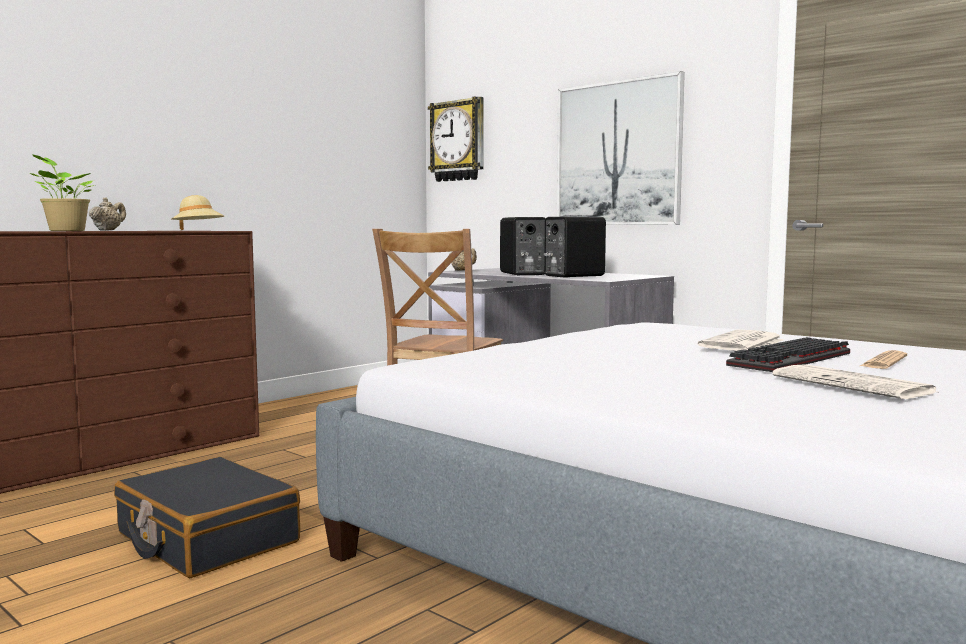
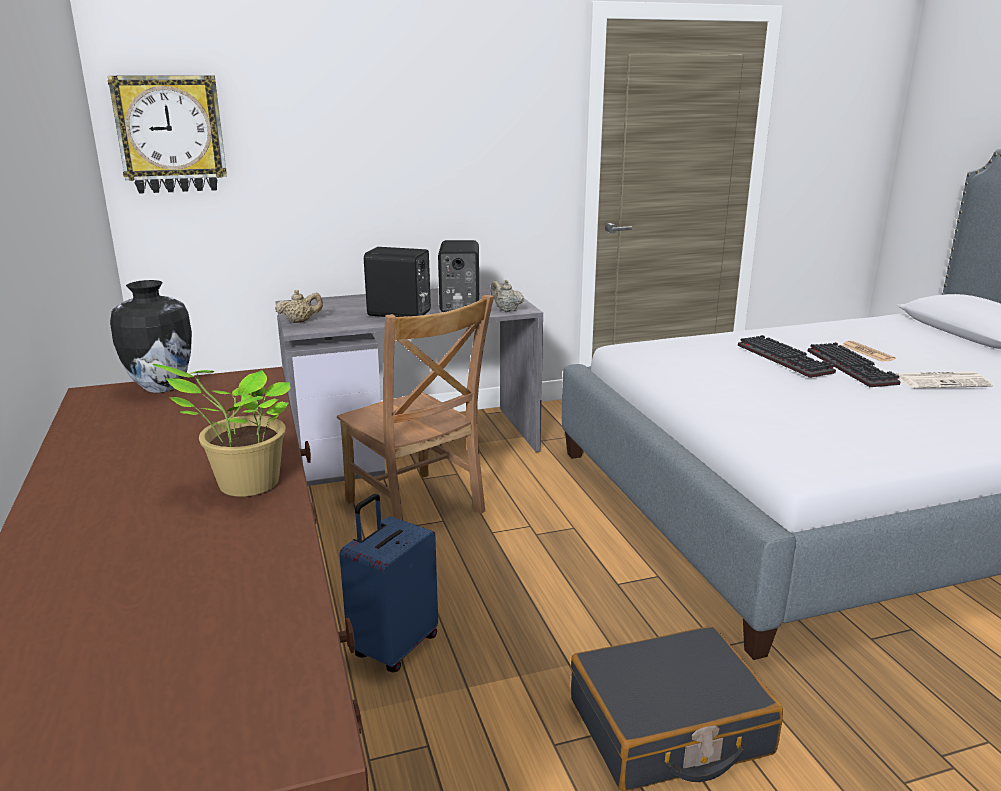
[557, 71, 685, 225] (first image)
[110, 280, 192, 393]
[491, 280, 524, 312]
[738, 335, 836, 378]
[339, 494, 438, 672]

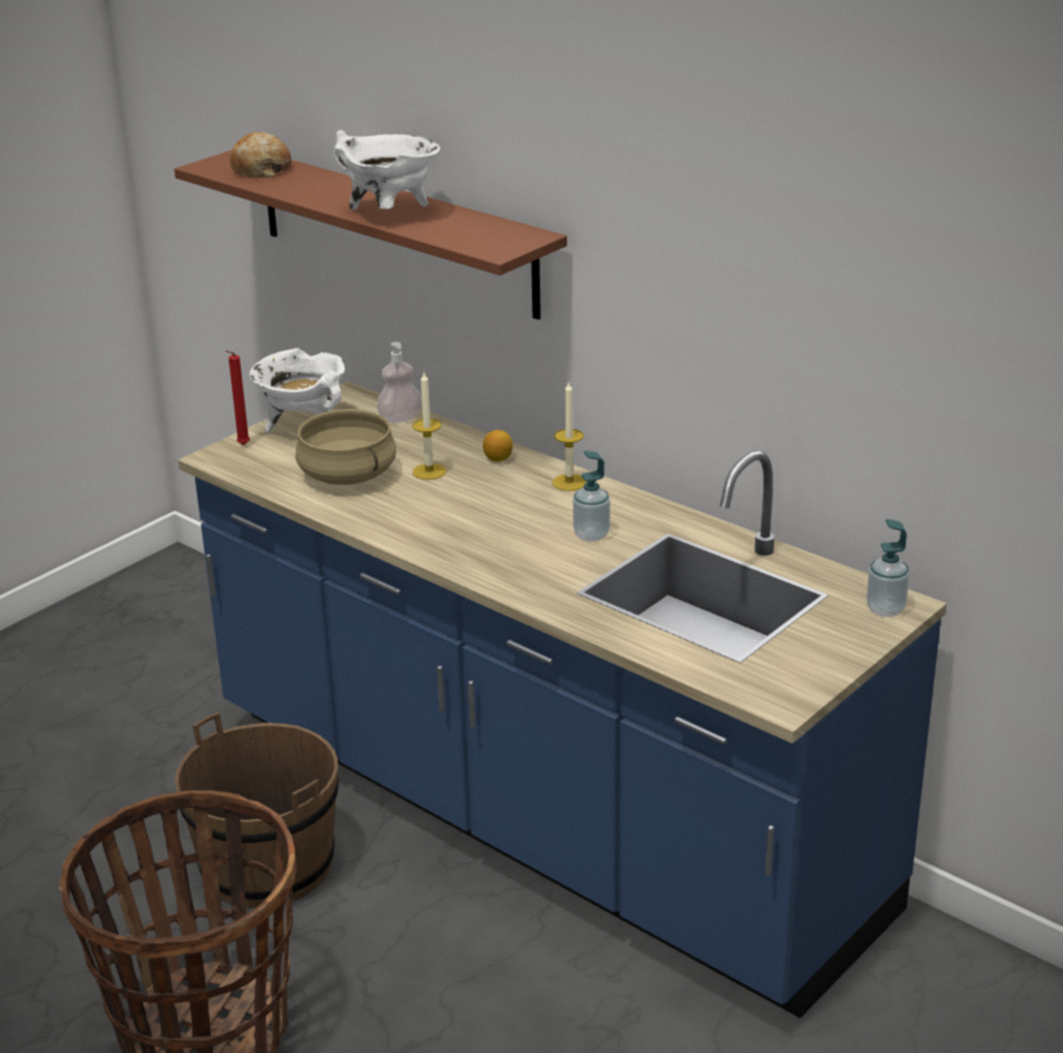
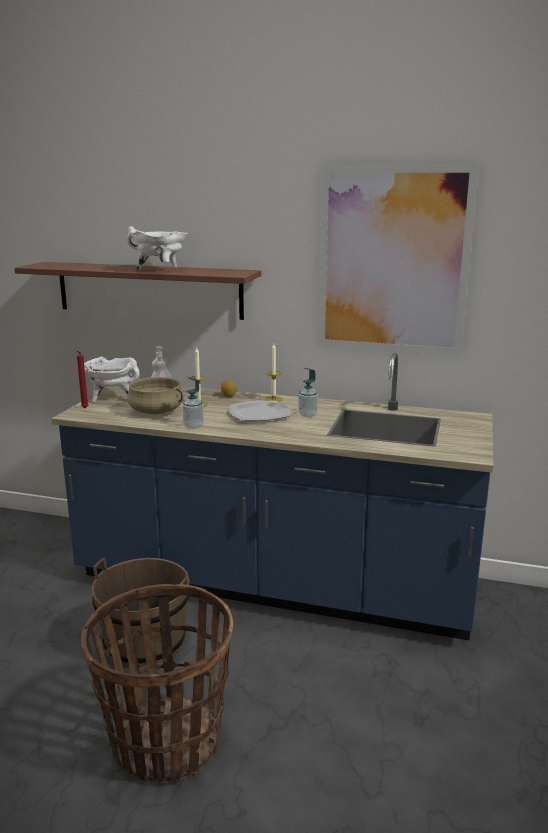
[229, 132, 291, 178] (first image)
[183, 377, 204, 429]
[317, 164, 479, 356]
[229, 401, 290, 421]

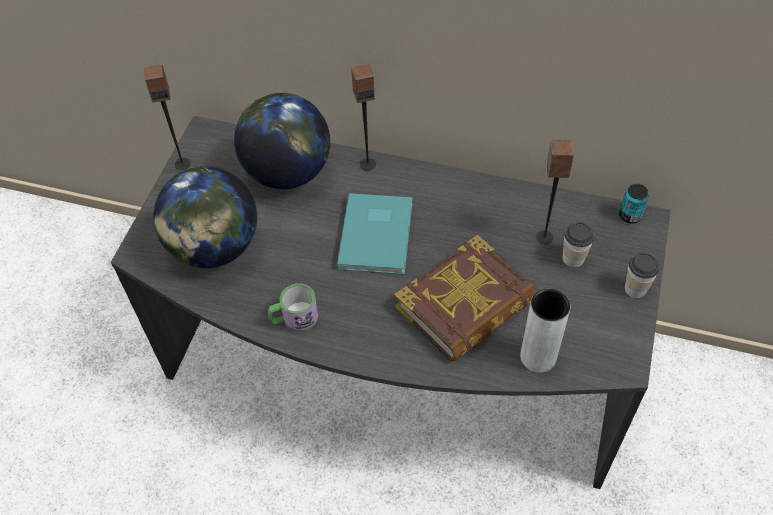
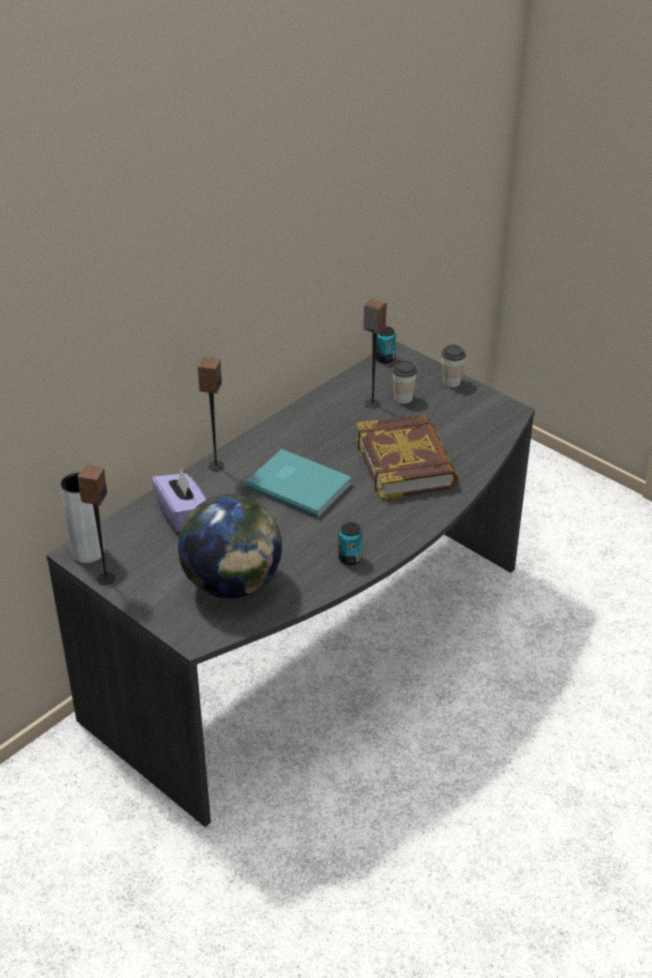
[151, 468, 207, 532]
[338, 522, 363, 565]
[60, 472, 105, 563]

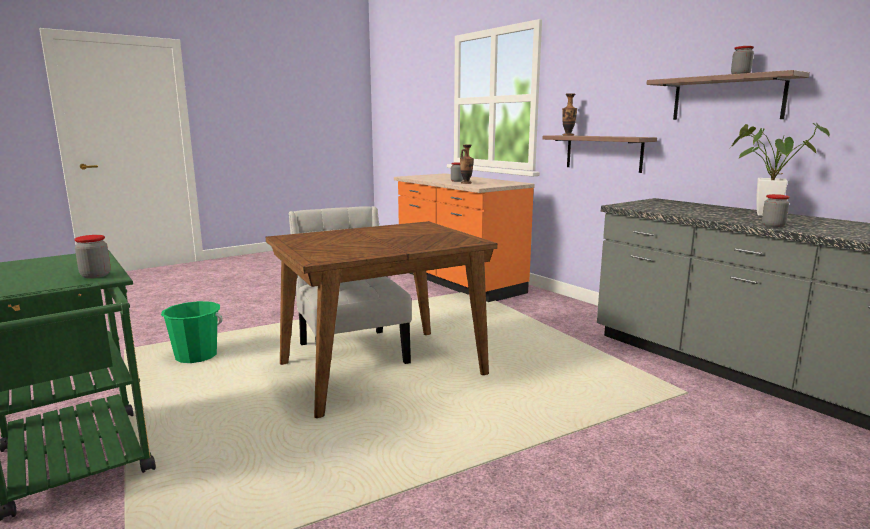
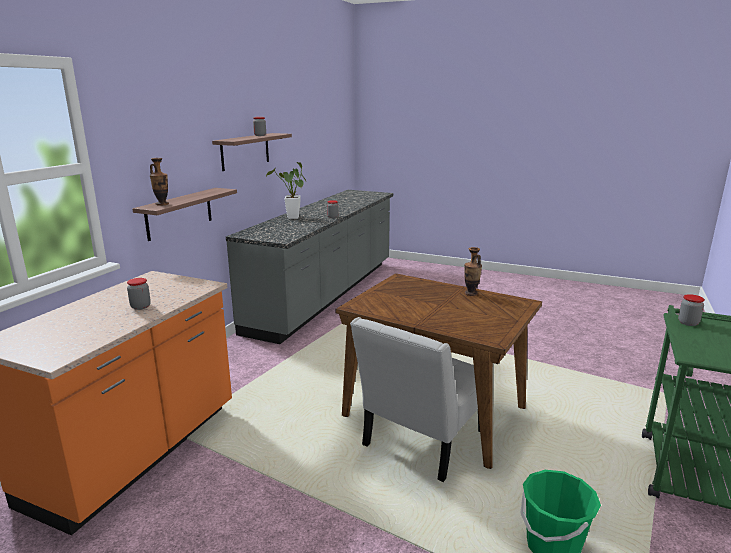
[464, 247, 482, 296]

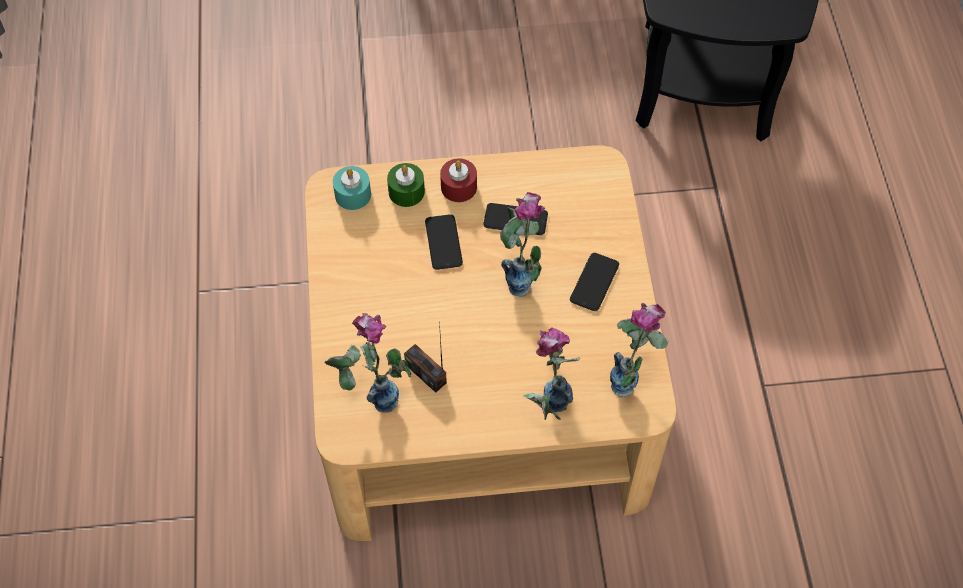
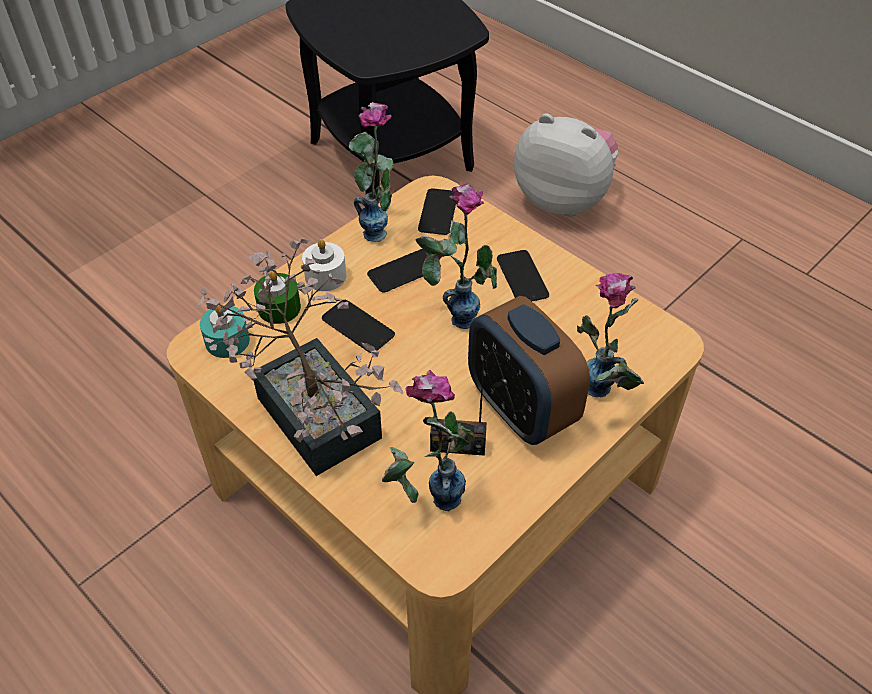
[302, 239, 346, 291]
[349, 102, 394, 242]
[514, 113, 618, 217]
[418, 188, 456, 235]
[196, 238, 404, 476]
[468, 296, 590, 445]

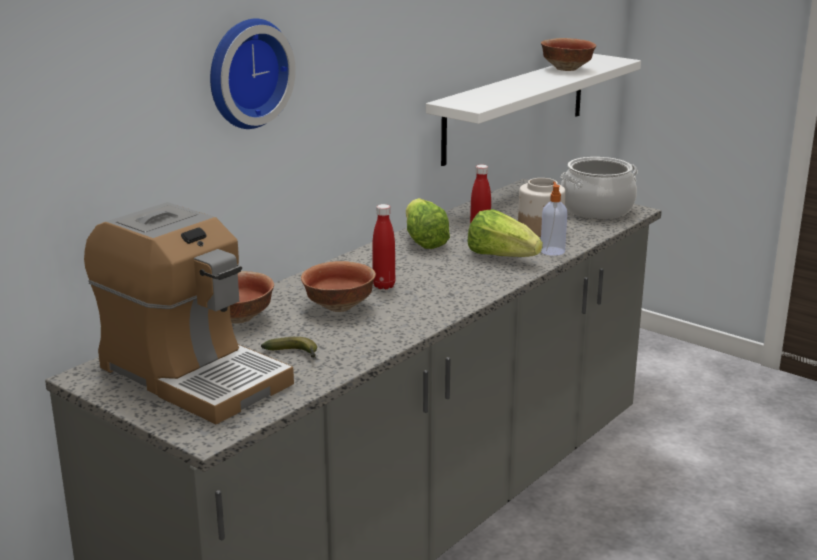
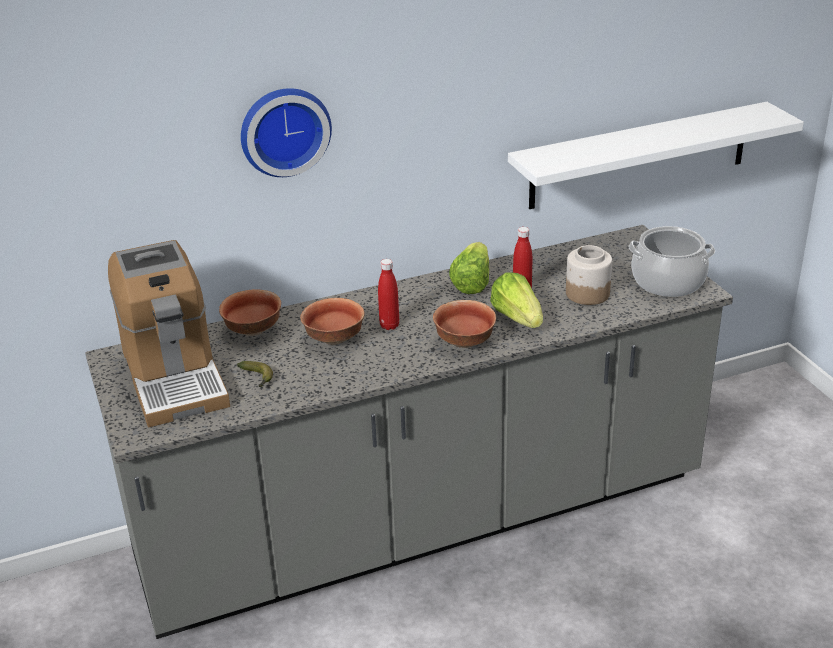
[433, 300, 496, 348]
[541, 182, 567, 256] (first image)

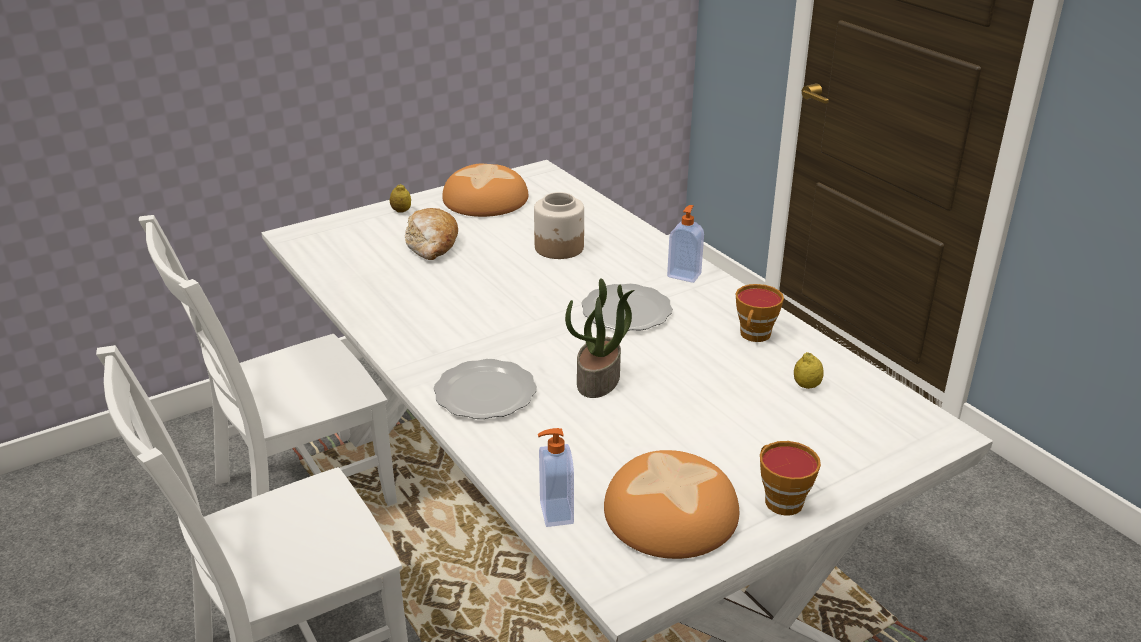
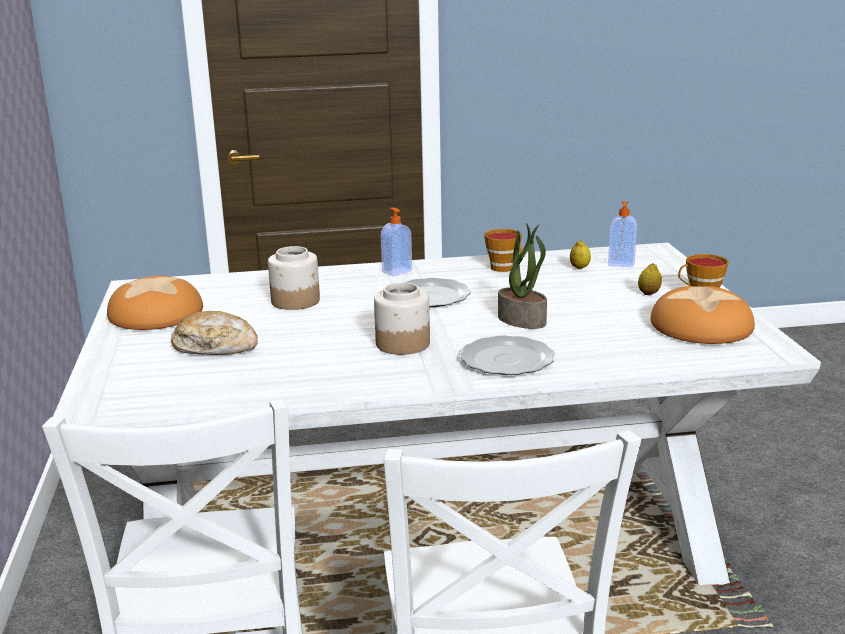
[638, 263, 662, 295]
[608, 201, 637, 267]
[374, 282, 430, 355]

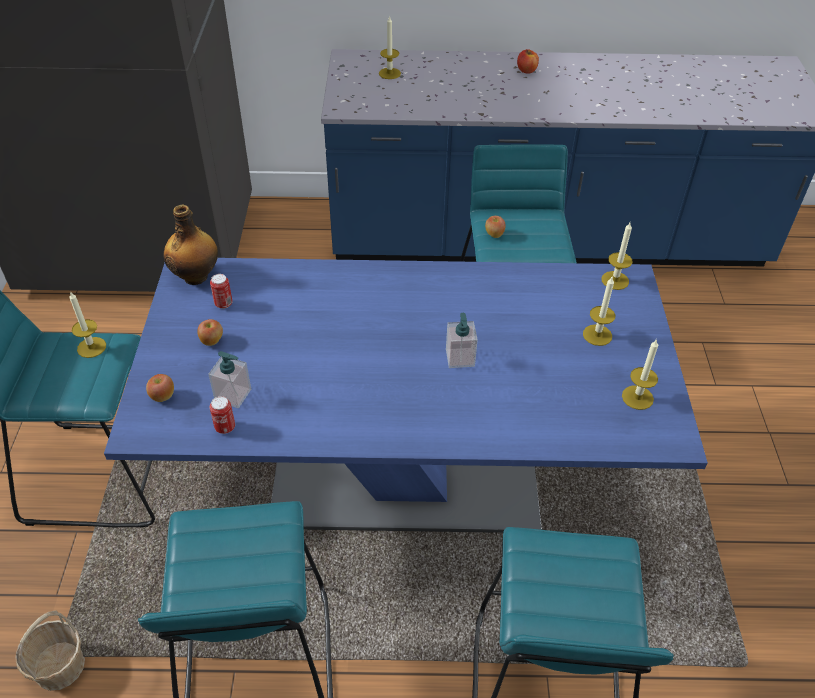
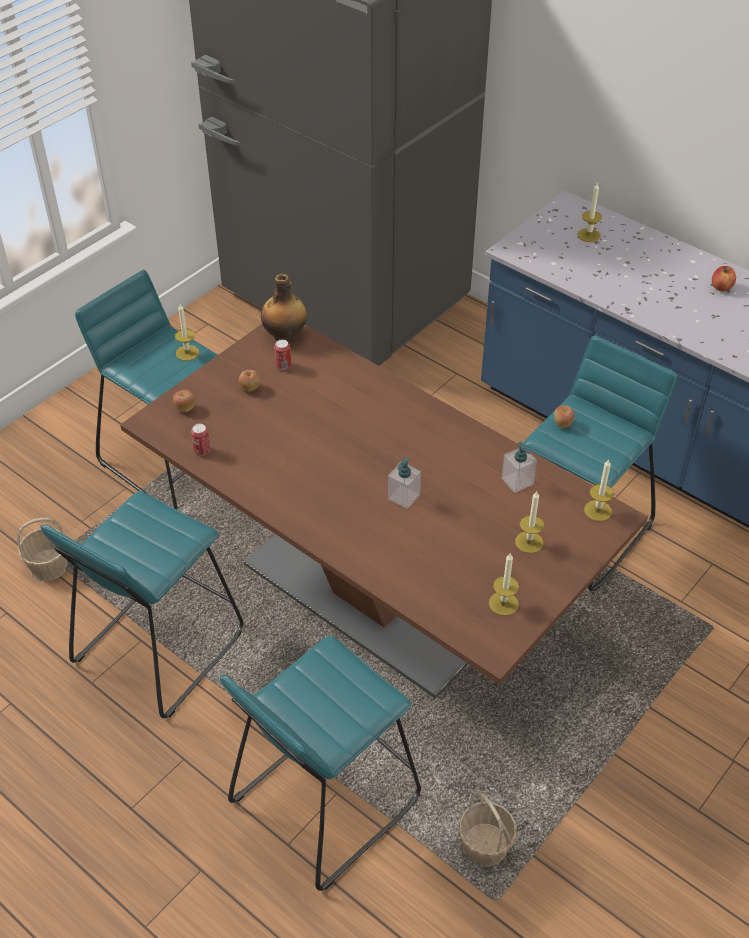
[120, 324, 648, 699]
[502, 442, 537, 493]
[458, 791, 517, 866]

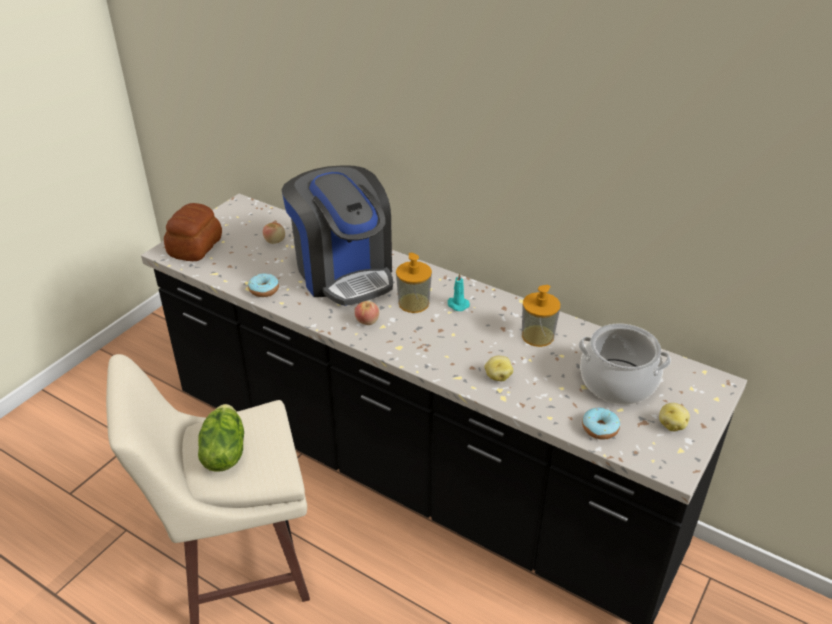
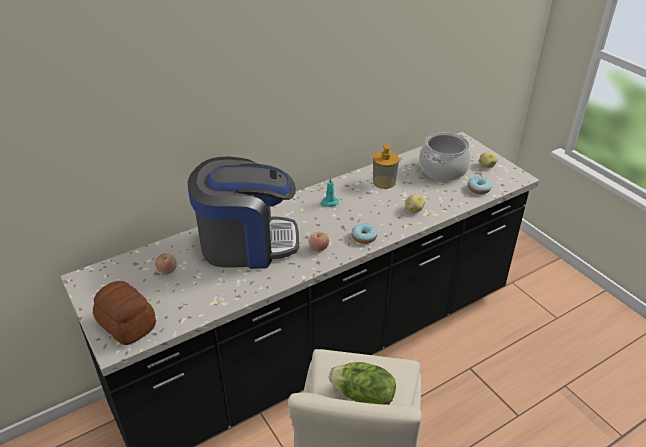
[396, 253, 432, 313] (first image)
[352, 223, 377, 244]

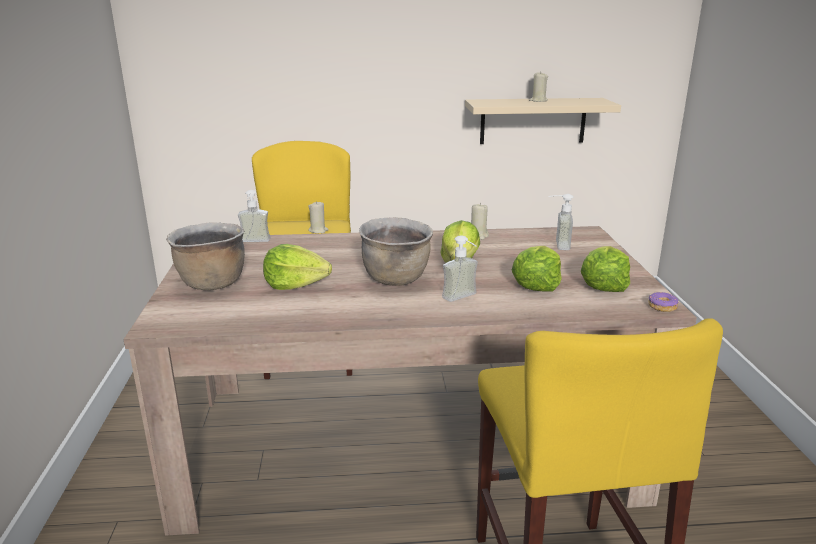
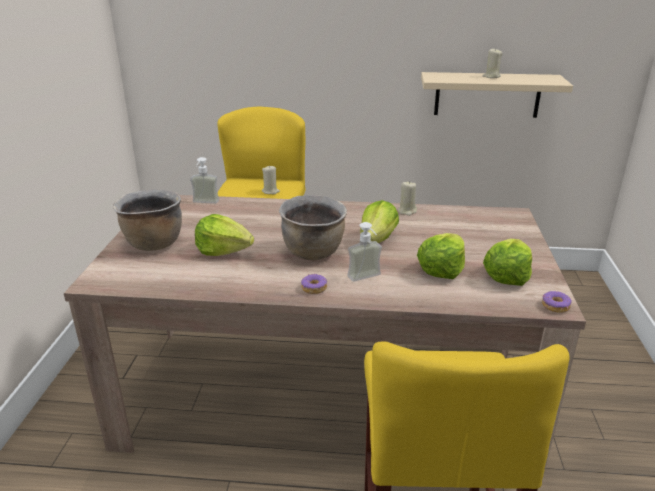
[549, 194, 573, 250] (first image)
[301, 274, 327, 294]

